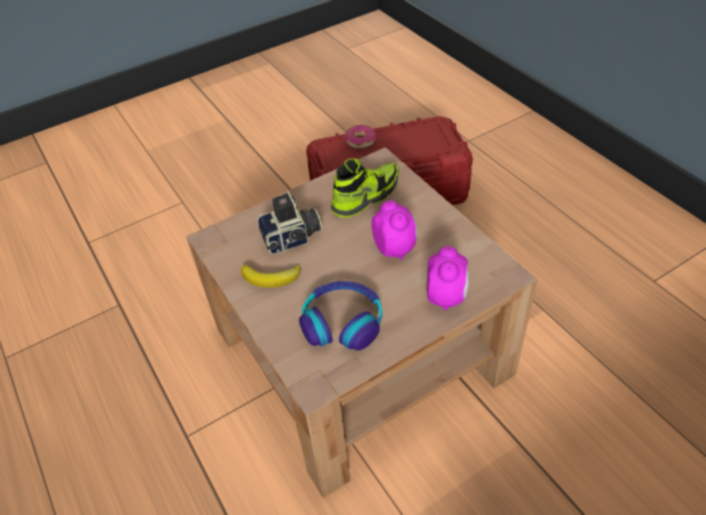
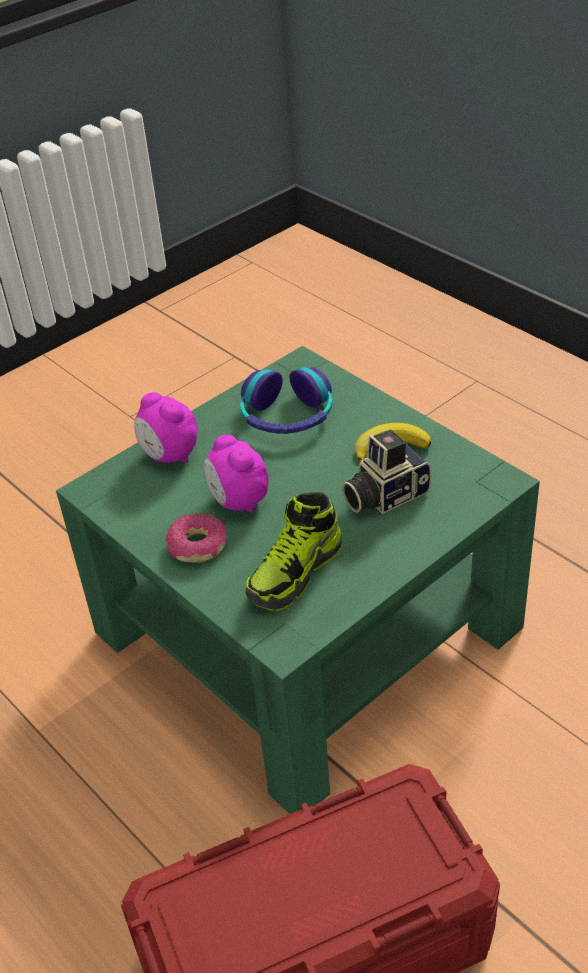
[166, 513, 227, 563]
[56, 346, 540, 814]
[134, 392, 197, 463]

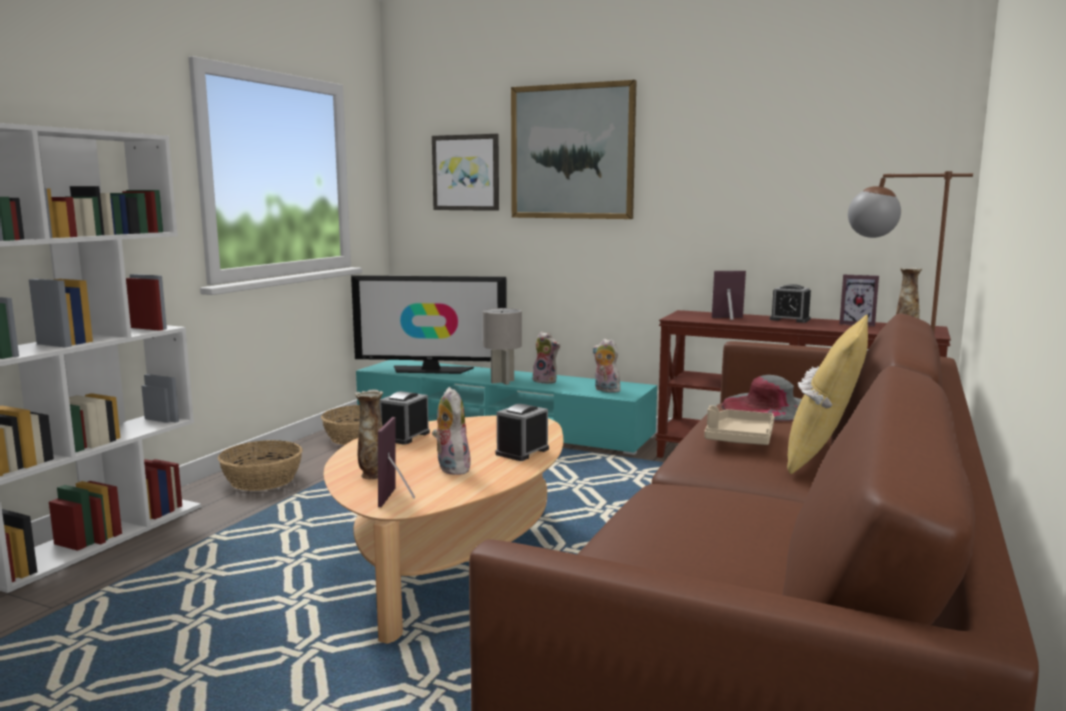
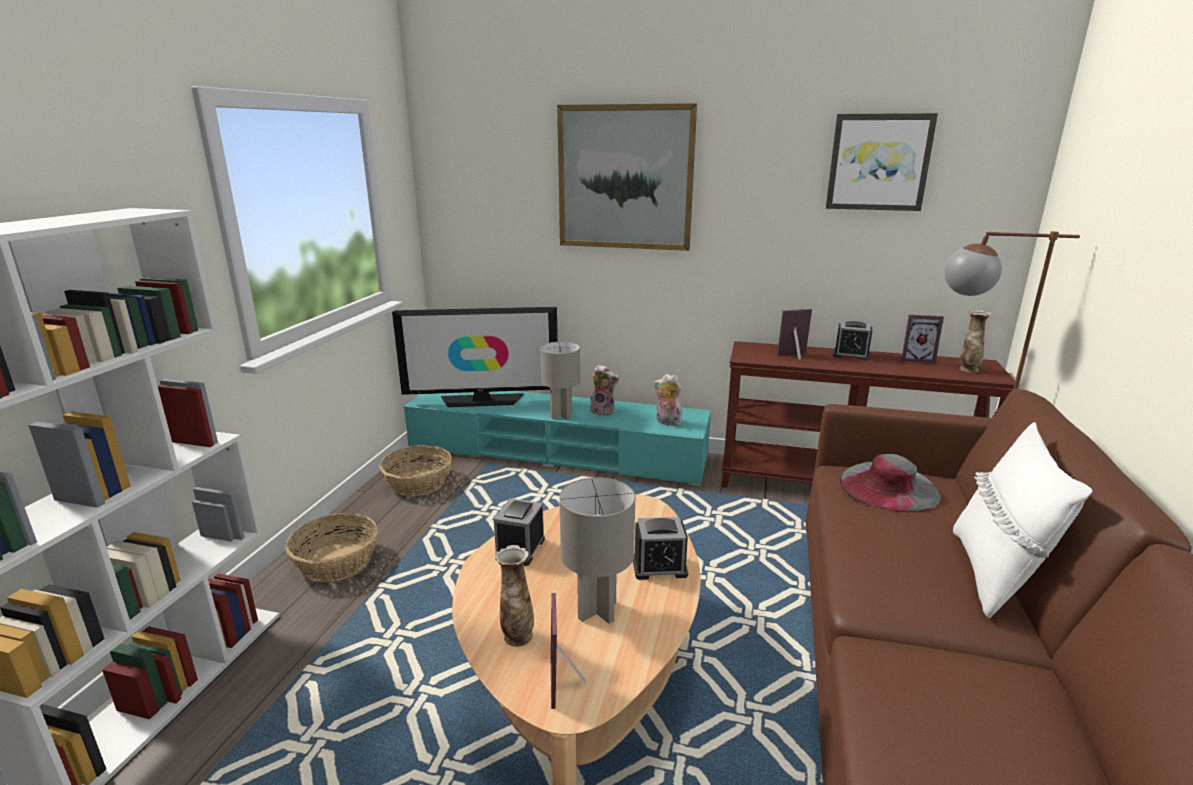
[826, 113, 938, 211]
[953, 422, 1092, 619]
[559, 478, 635, 624]
[633, 517, 688, 580]
[705, 405, 774, 445] (first image)

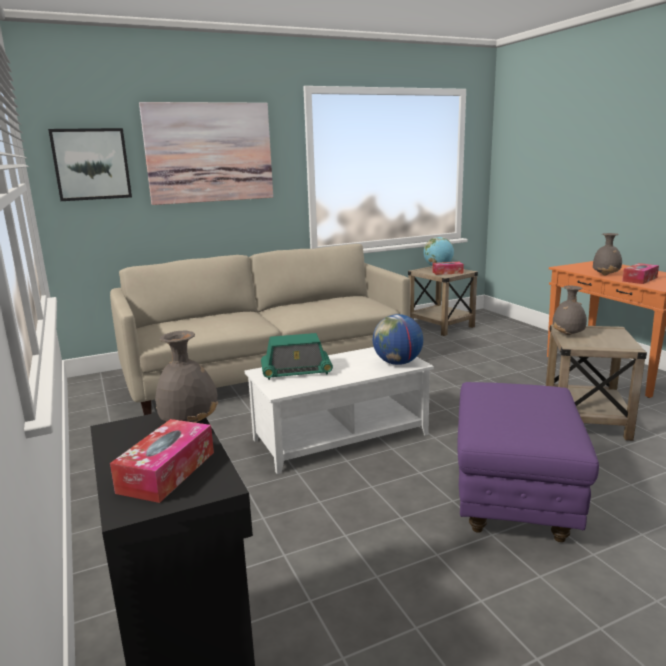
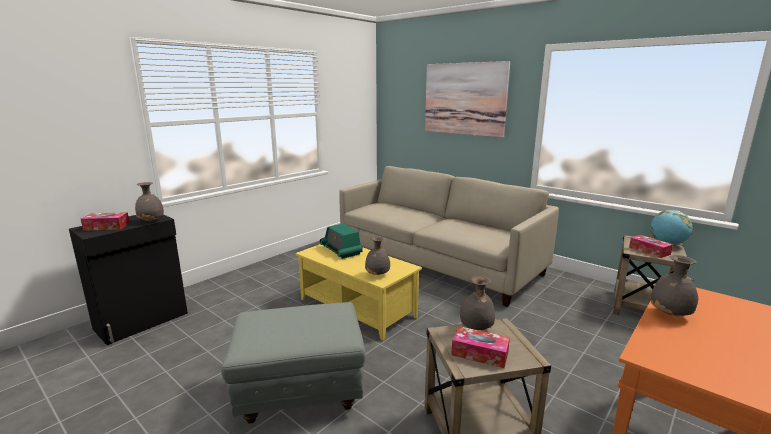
[48, 128, 132, 201] (first image)
[451, 326, 510, 368]
[365, 236, 390, 275]
[295, 244, 422, 341]
[221, 302, 366, 424]

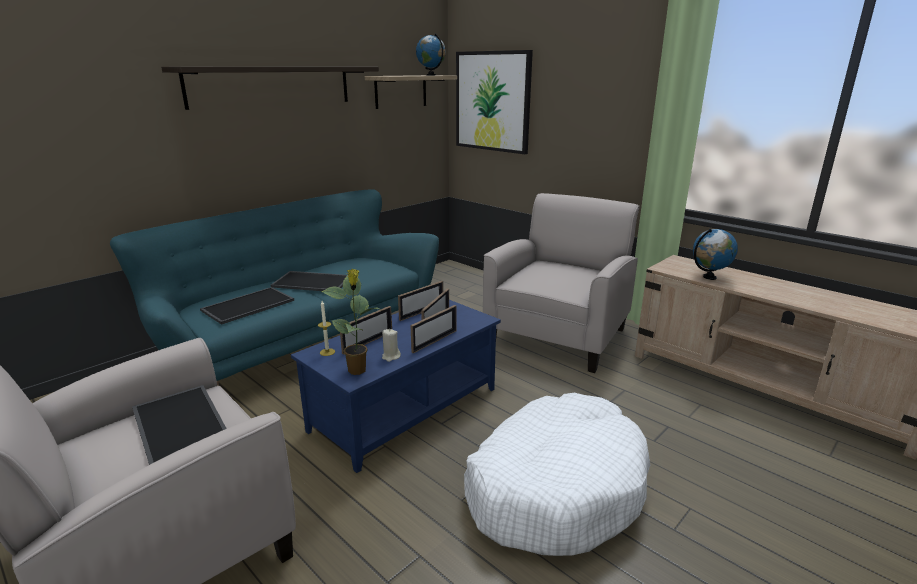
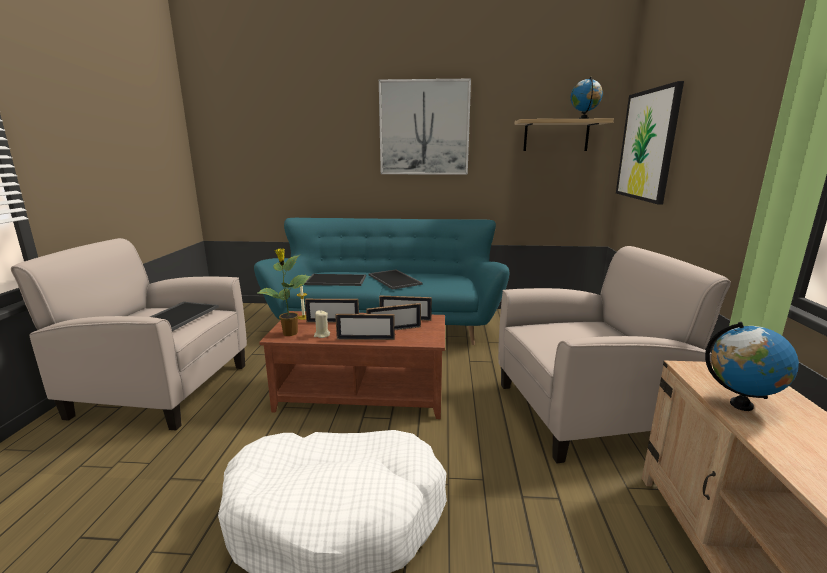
[379, 79, 471, 175]
[259, 311, 445, 419]

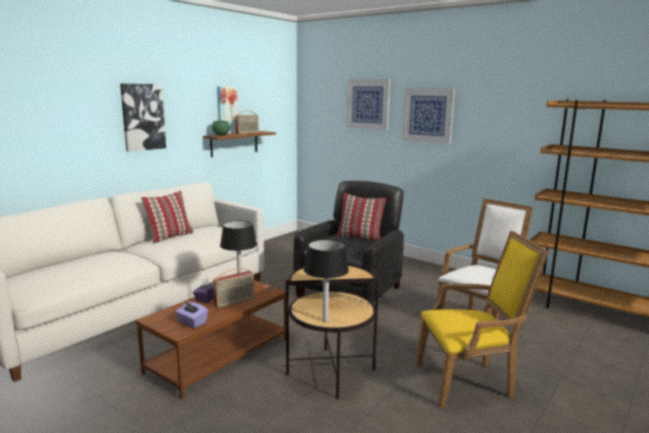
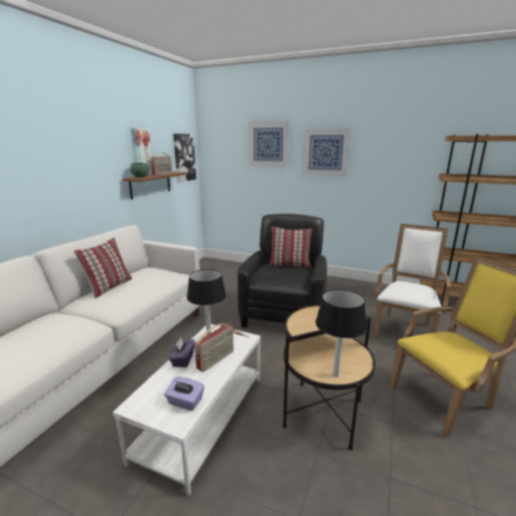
[173, 134, 196, 183]
[113, 324, 260, 496]

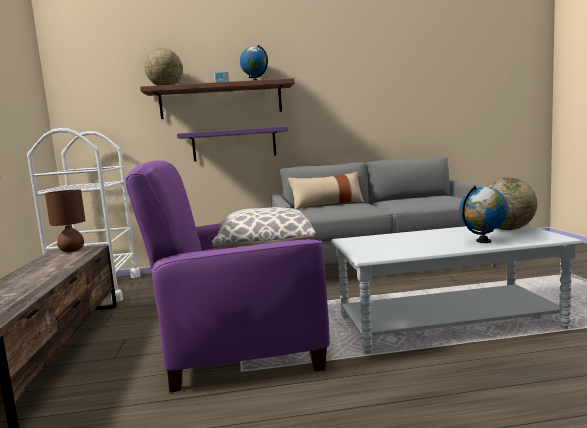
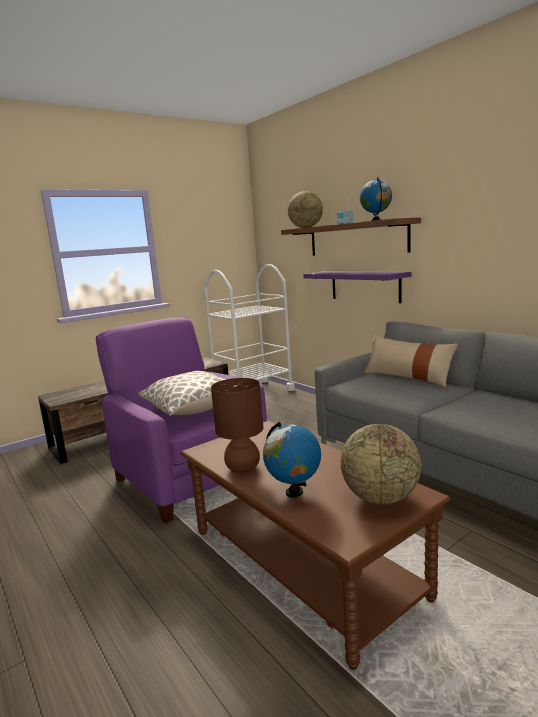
[211, 378, 263, 473]
[180, 421, 450, 670]

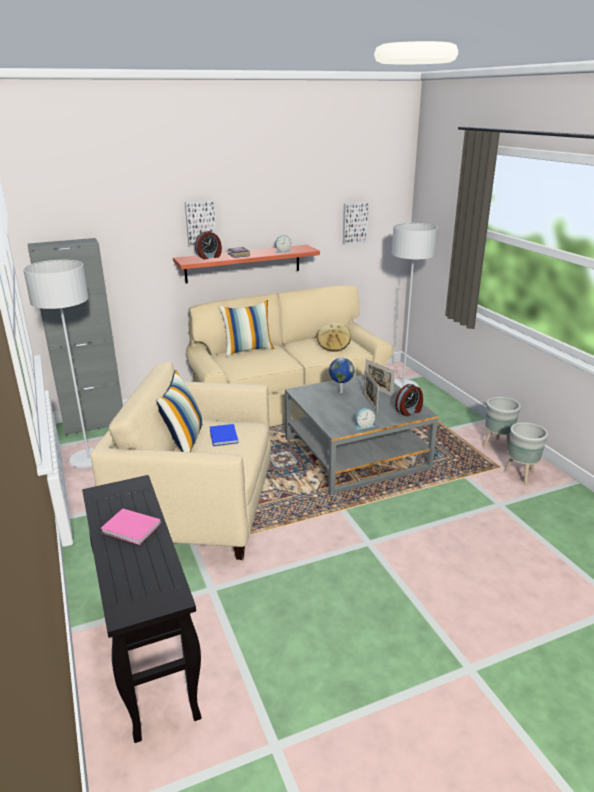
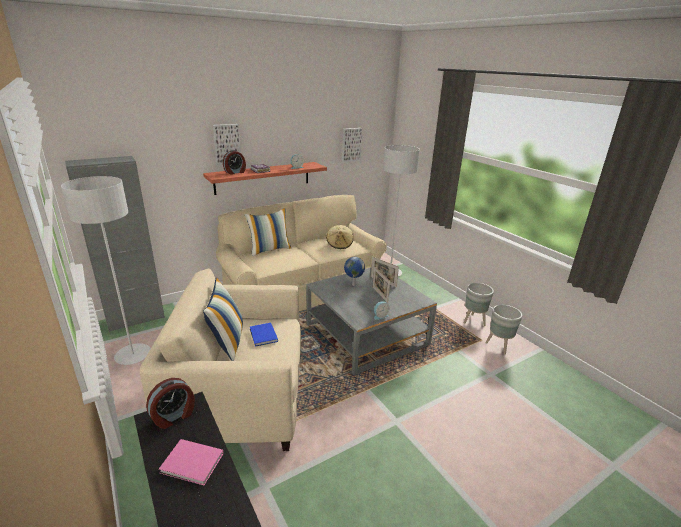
[146, 378, 195, 429]

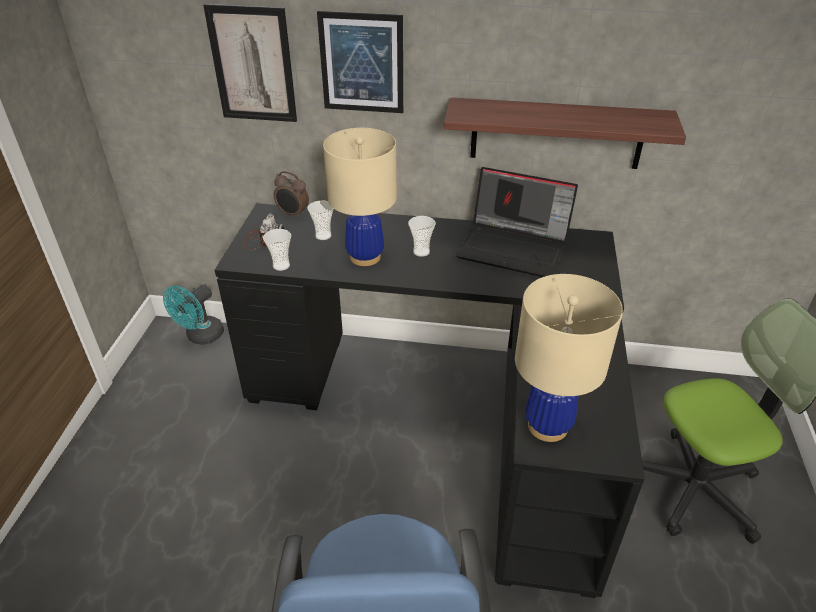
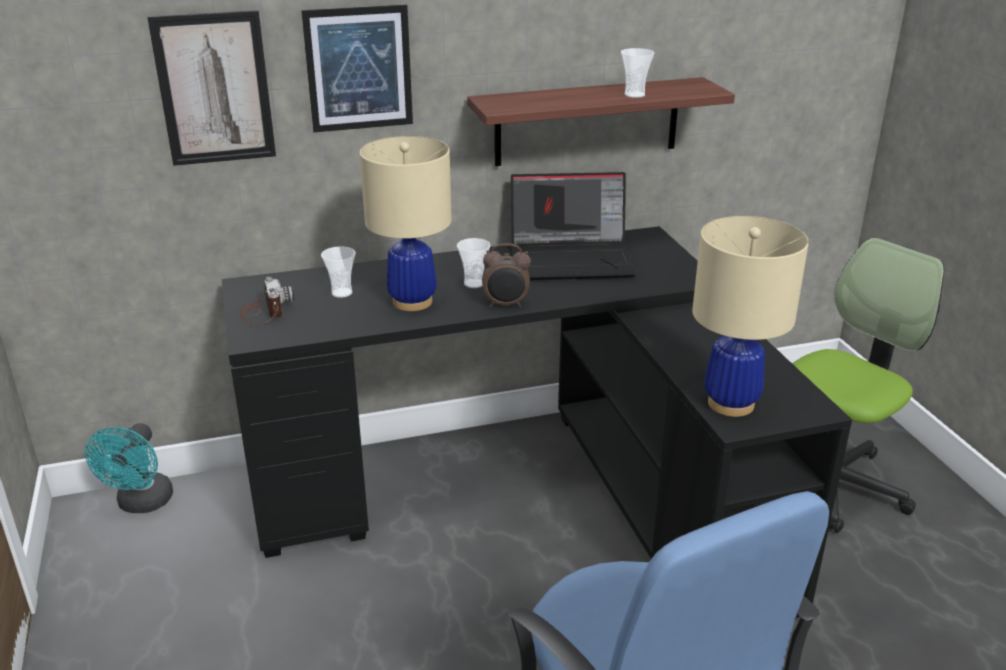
[482, 244, 531, 307]
[621, 48, 655, 98]

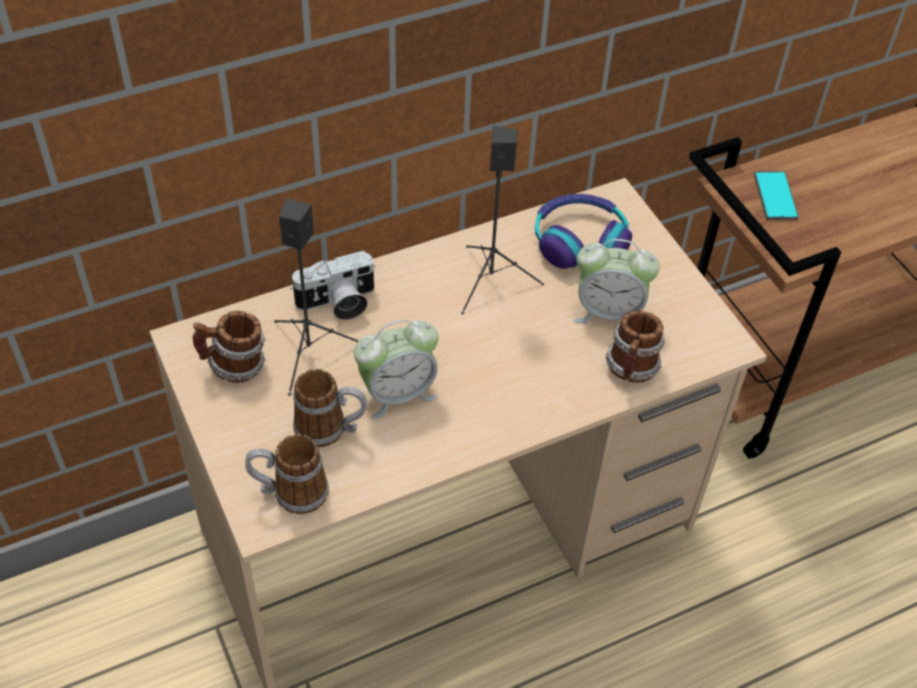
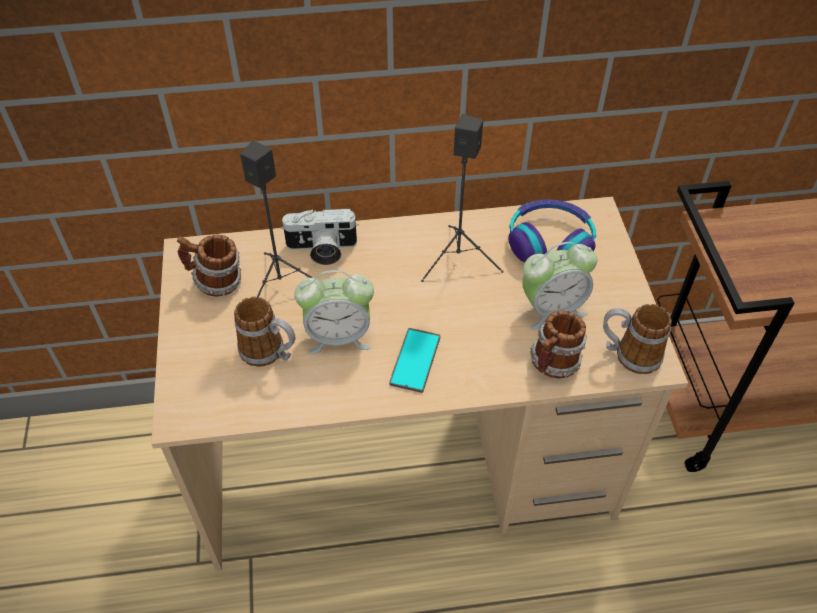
[389, 328, 440, 393]
[522, 242, 597, 330]
[603, 304, 672, 374]

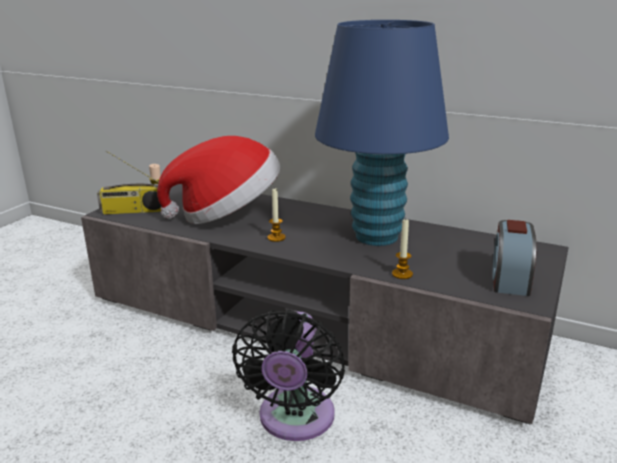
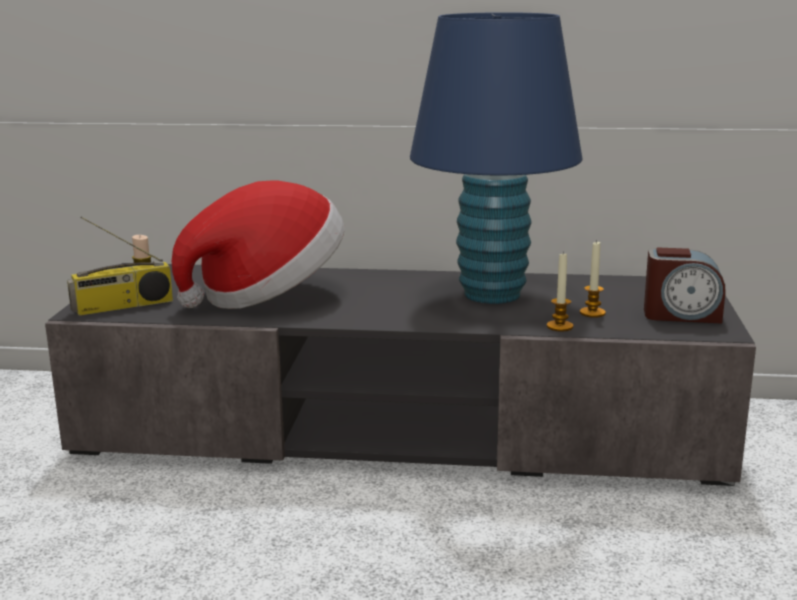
[580, 240, 606, 318]
[644, 247, 726, 324]
[232, 310, 345, 441] (first image)

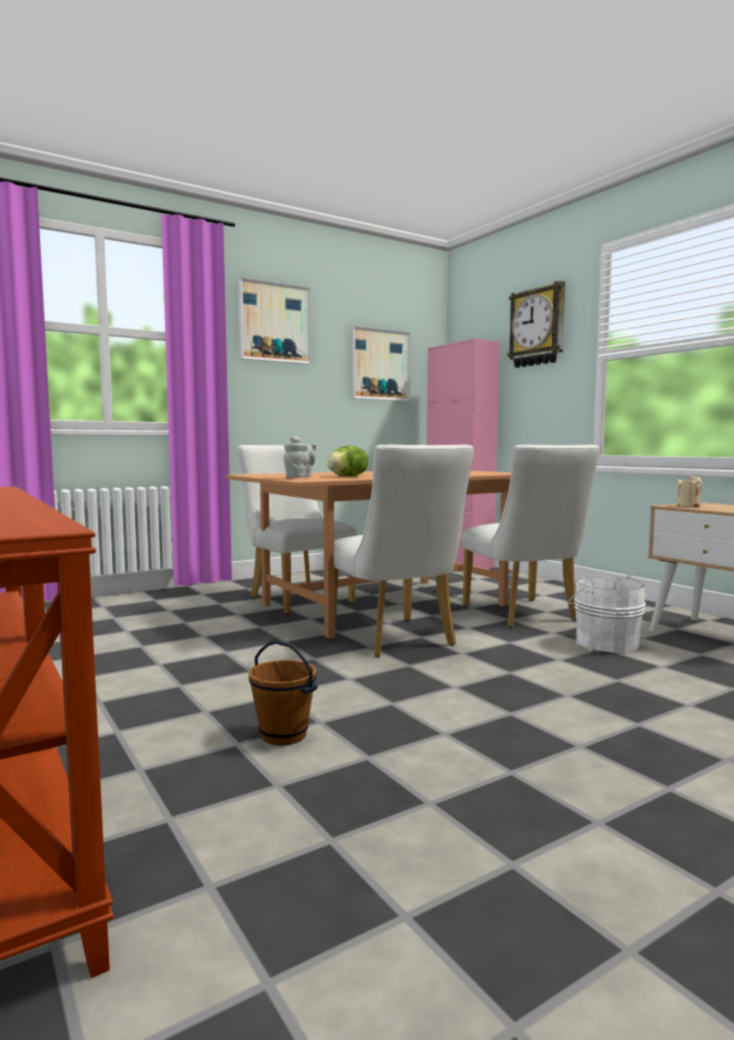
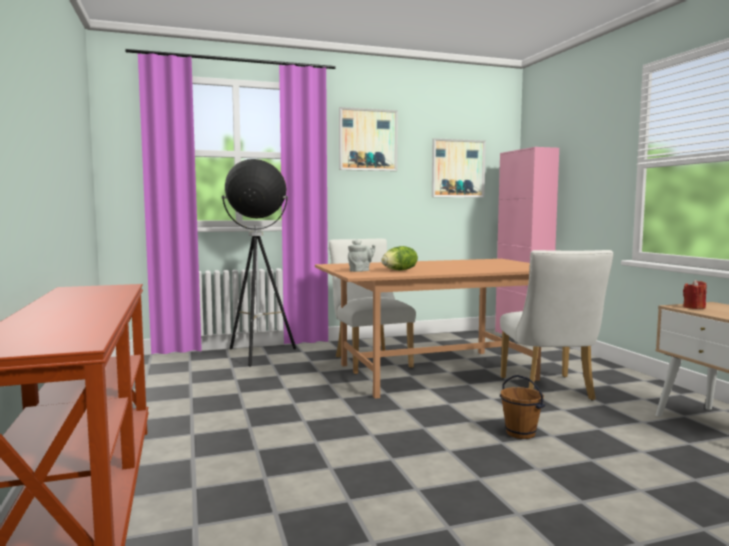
[507, 281, 565, 368] (first image)
[333, 445, 474, 657] (first image)
[683, 280, 706, 309]
[568, 575, 646, 653] (first image)
[500, 375, 545, 439]
[222, 159, 296, 367]

